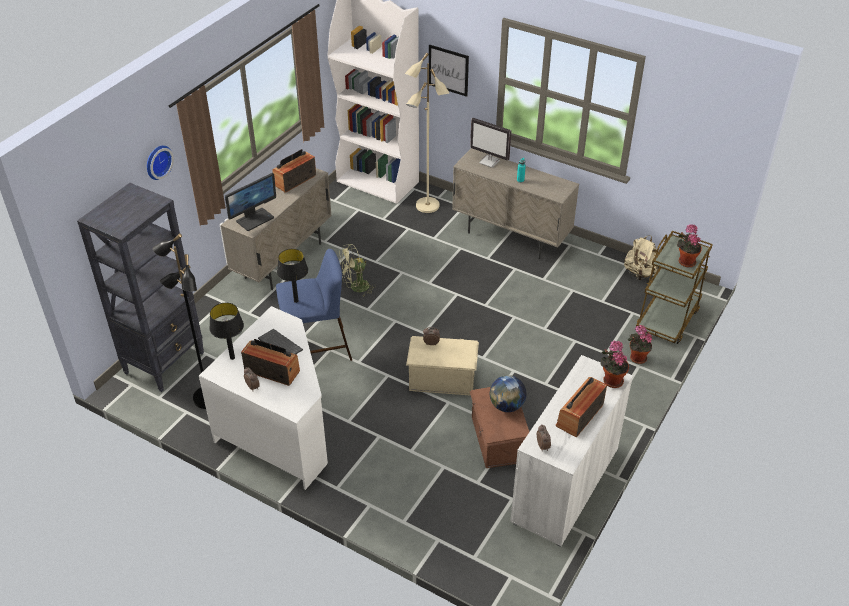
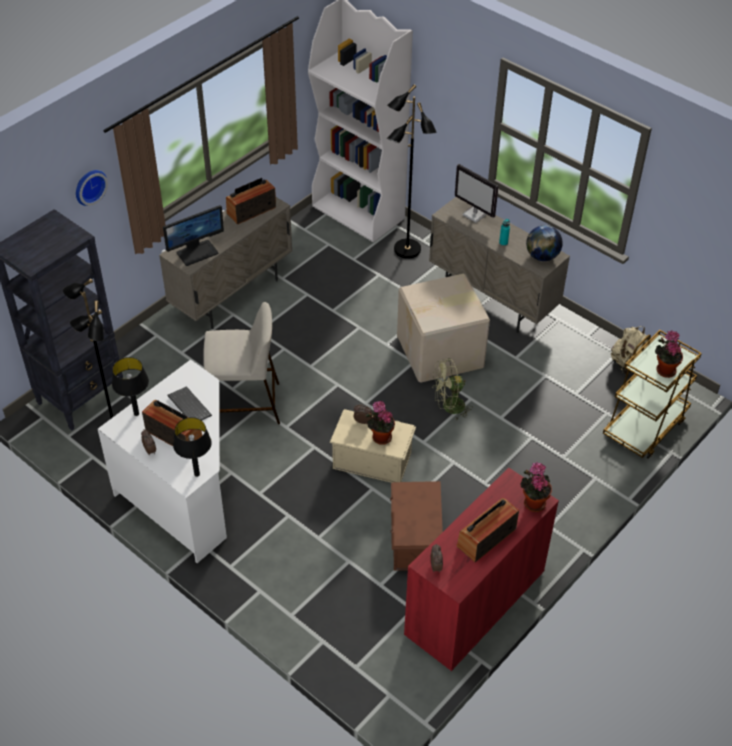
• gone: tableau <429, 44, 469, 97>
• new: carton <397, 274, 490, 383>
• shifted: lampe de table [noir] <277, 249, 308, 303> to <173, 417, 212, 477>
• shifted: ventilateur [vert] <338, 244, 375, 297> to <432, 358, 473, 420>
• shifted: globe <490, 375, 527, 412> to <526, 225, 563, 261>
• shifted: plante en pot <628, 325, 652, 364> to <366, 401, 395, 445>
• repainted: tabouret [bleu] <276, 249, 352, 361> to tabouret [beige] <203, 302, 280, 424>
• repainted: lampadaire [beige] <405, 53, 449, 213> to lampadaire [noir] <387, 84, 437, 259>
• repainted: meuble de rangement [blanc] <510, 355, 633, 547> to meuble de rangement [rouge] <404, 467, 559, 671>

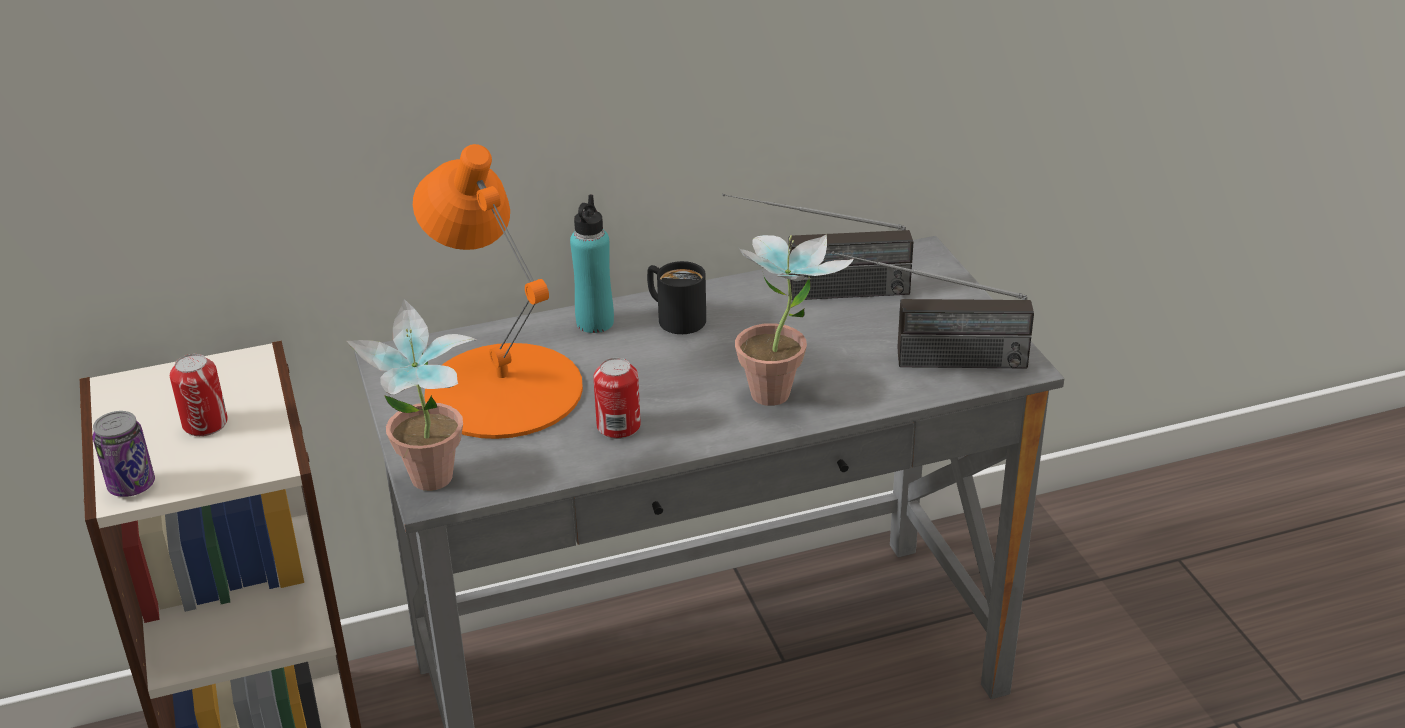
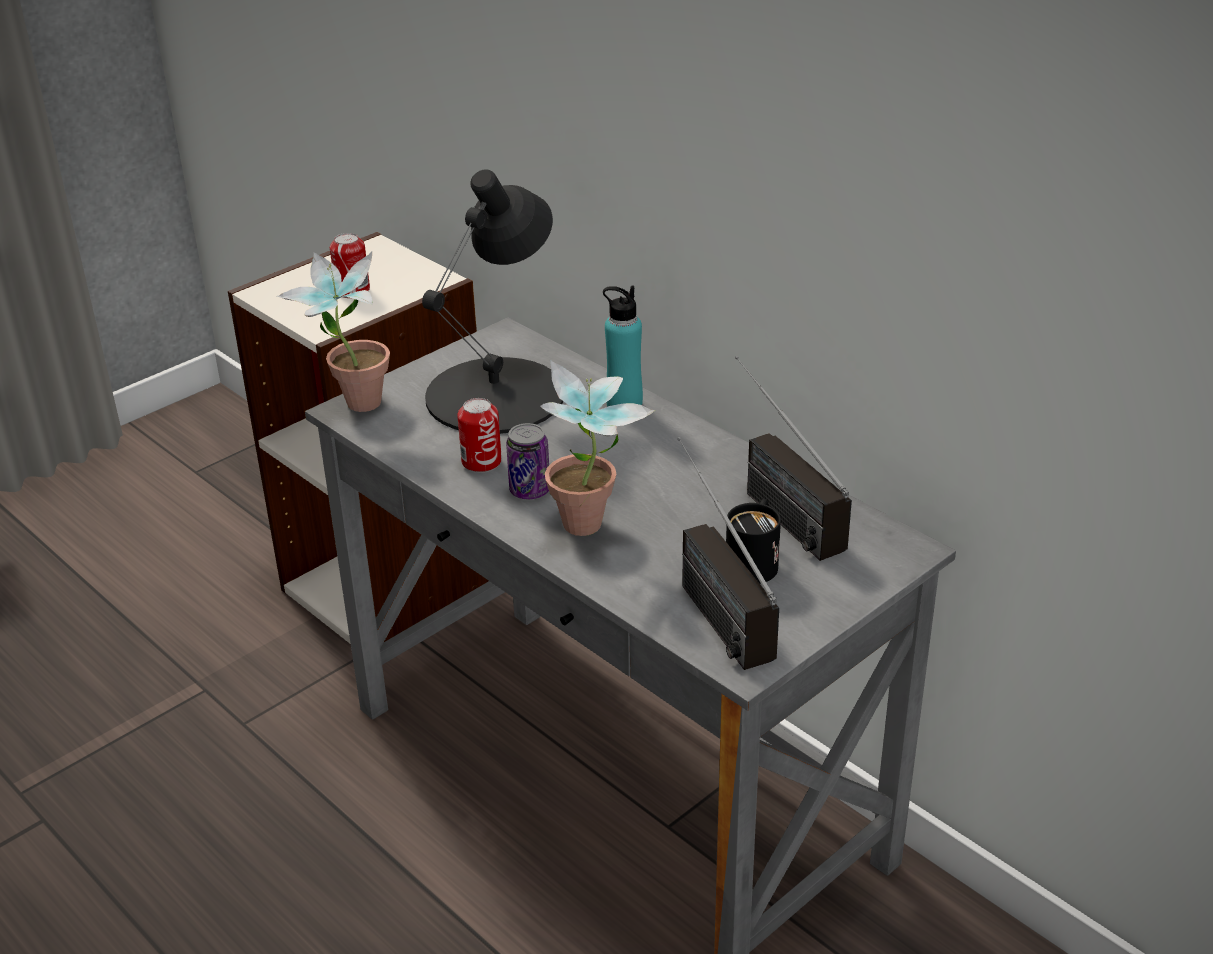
• shifted: boîte métallique <93, 411, 155, 497> to <506, 423, 549, 499>
• shifted: mug [noir] <647, 261, 706, 334> to <726, 499, 781, 584>
• repainted: lampe de table [orange] <413, 144, 583, 439> to lampe de table [noir] <422, 169, 563, 434>

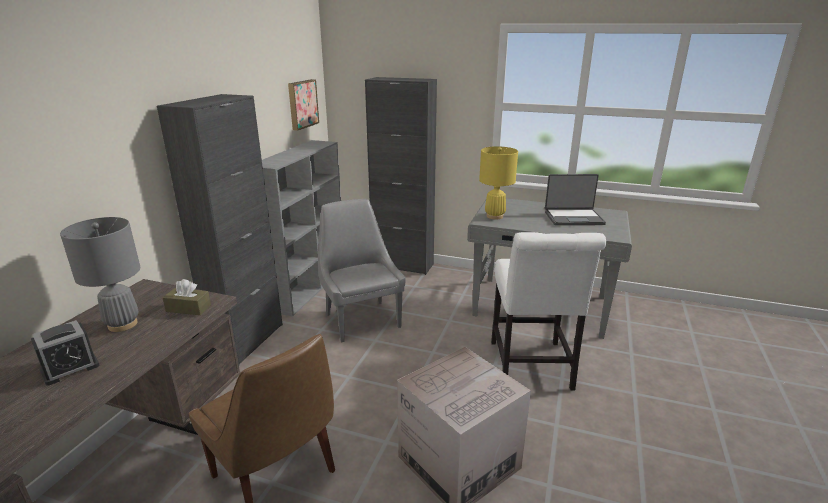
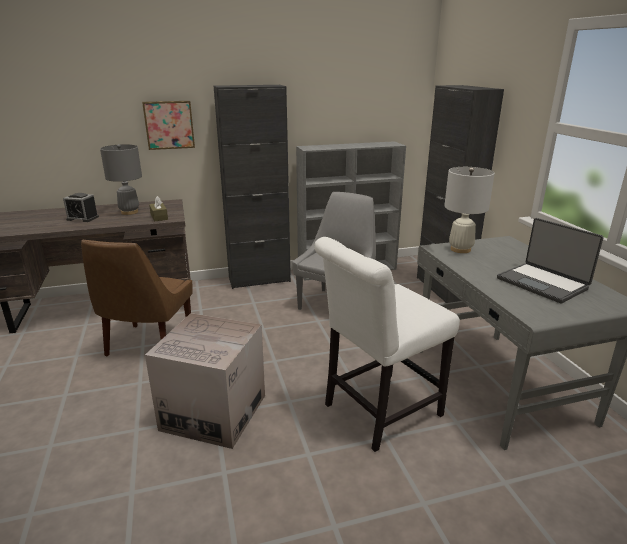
• shifted: tableau <288, 79, 319, 131> to <142, 101, 195, 150>
• repainted: lampe de table [jaune] <479, 146, 518, 220> to lampe de table [blanc] <444, 167, 495, 253>

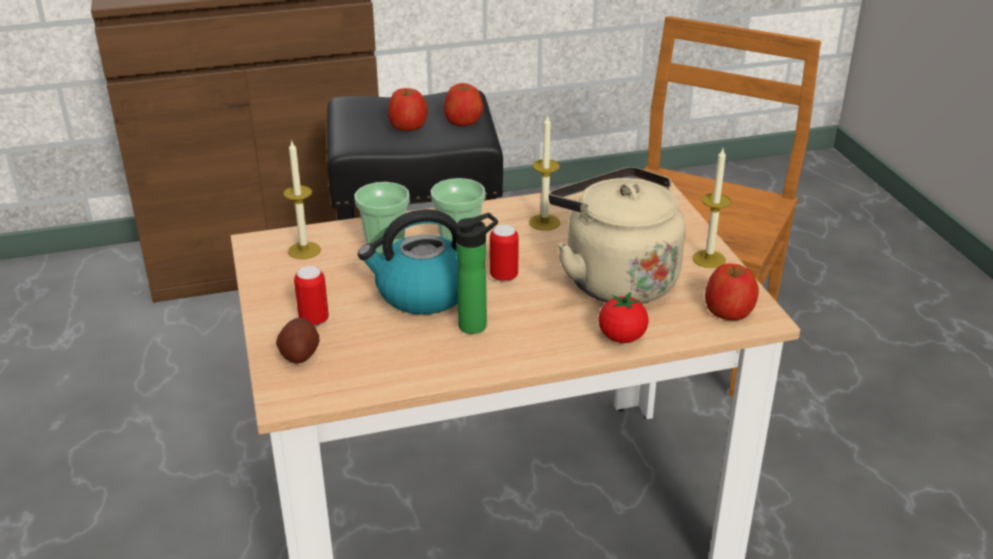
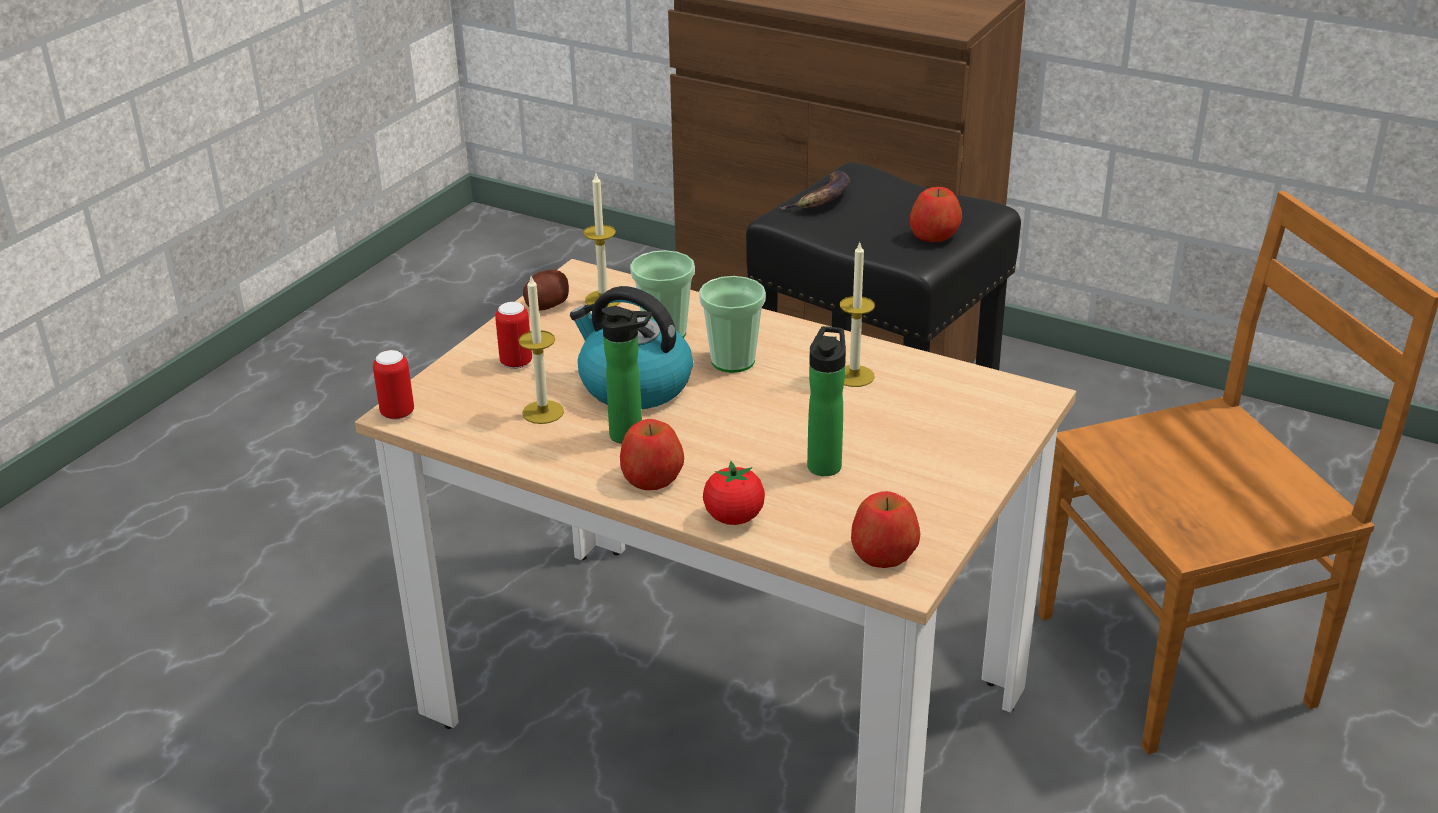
• new: banane <779, 171, 850, 209>
• shifted: pomme de terre <276, 318, 319, 364> to <523, 270, 569, 311>
• shifted: pomme <388, 88, 428, 131> to <620, 419, 684, 490>
• shifted: boîte métallique <490, 225, 519, 282> to <373, 350, 414, 419>
• shifted: bougie <693, 149, 731, 268> to <519, 276, 564, 424>
• swapped: bouilloire [beige] <549, 167, 685, 304> to bouteille <807, 326, 846, 476>

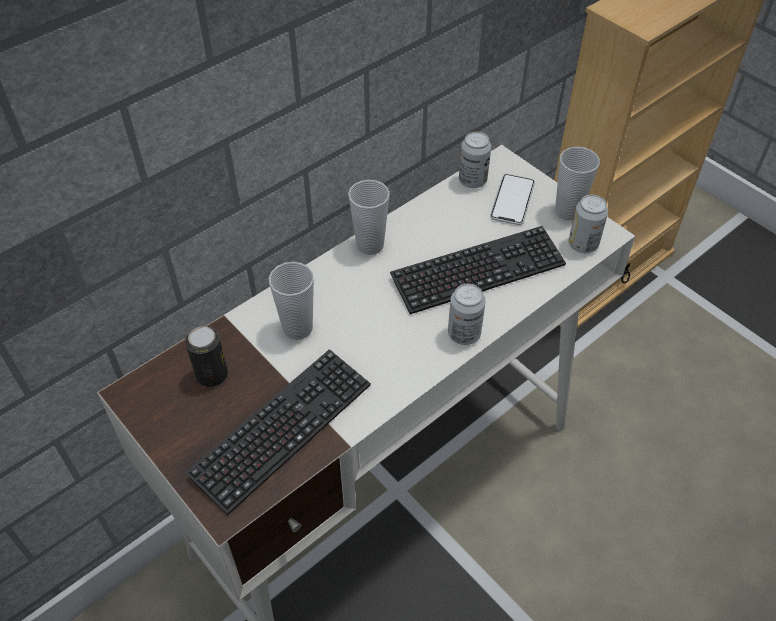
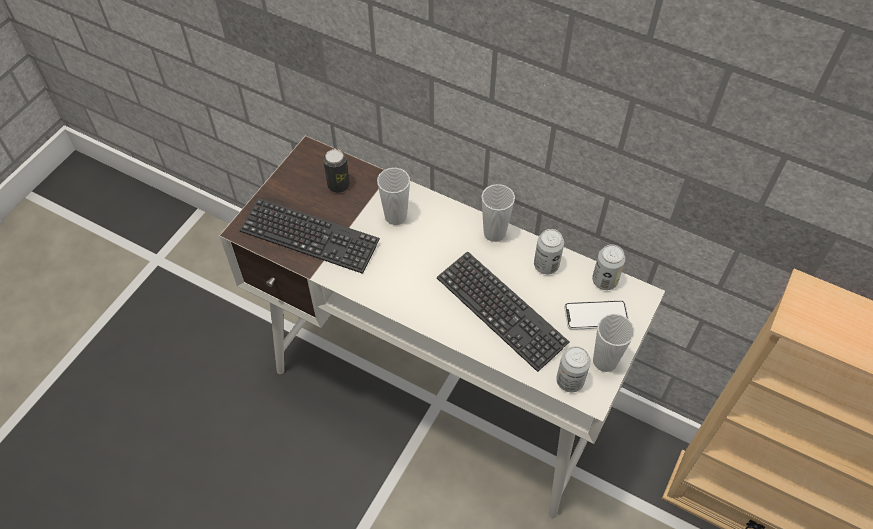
• shifted: boîte métallique <448, 284, 486, 345> to <534, 229, 564, 274>

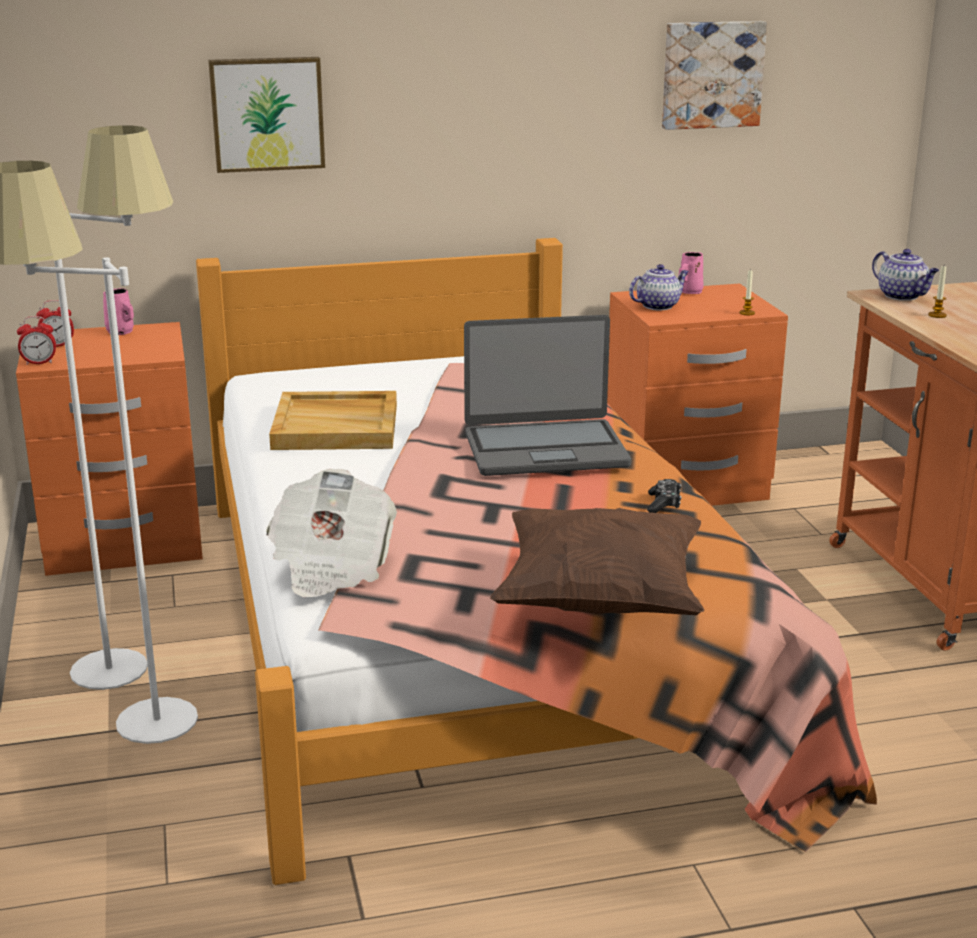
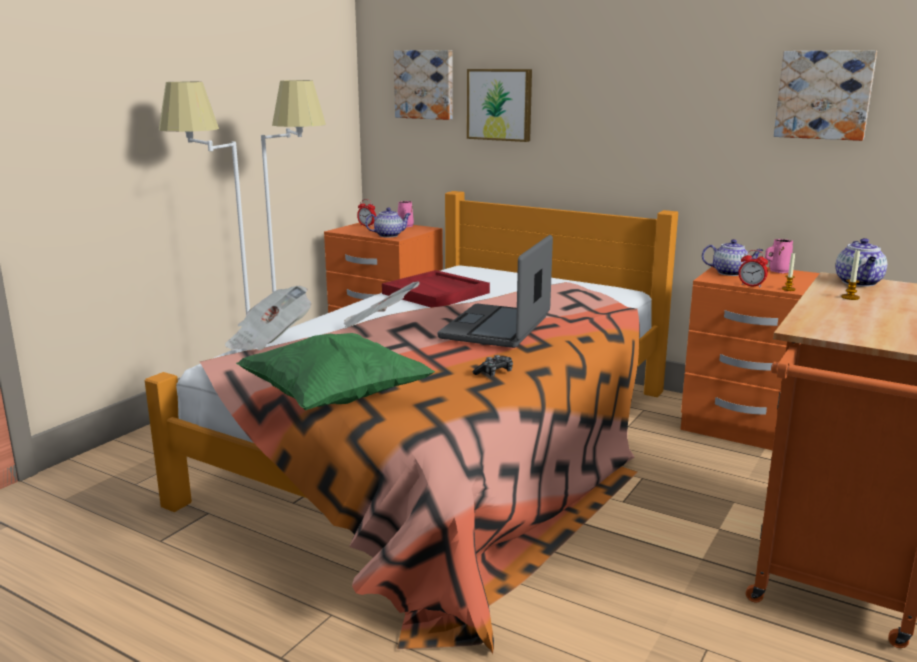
• new: journal <344, 282, 420, 329>
• new: théière <365, 208, 411, 238>
• new: tableau <394, 50, 453, 120>
• shifted: réveil <17, 316, 56, 365> to <738, 250, 768, 287>
• repainted: plateau [beige] <269, 391, 397, 450> to plateau [rouge] <382, 270, 490, 308>
• repainted: coussin [marron] <490, 508, 704, 615> to coussin [vert] <236, 333, 435, 410>
• rotated: ordinateur portable <464, 315, 631, 476> = <438, 235, 553, 348> 75 degrees clockwise

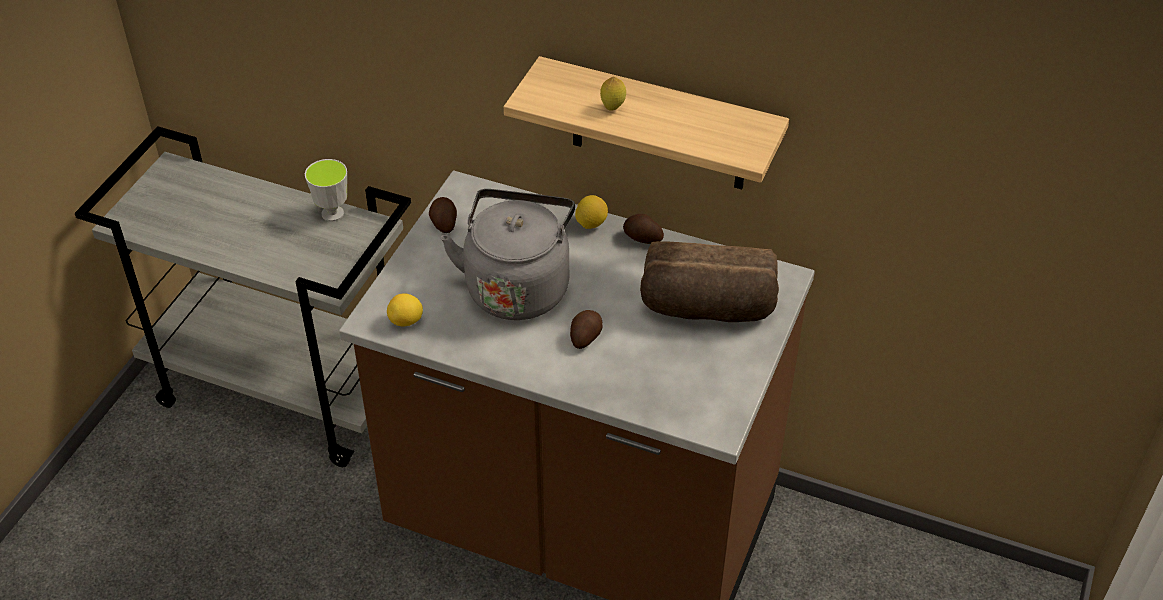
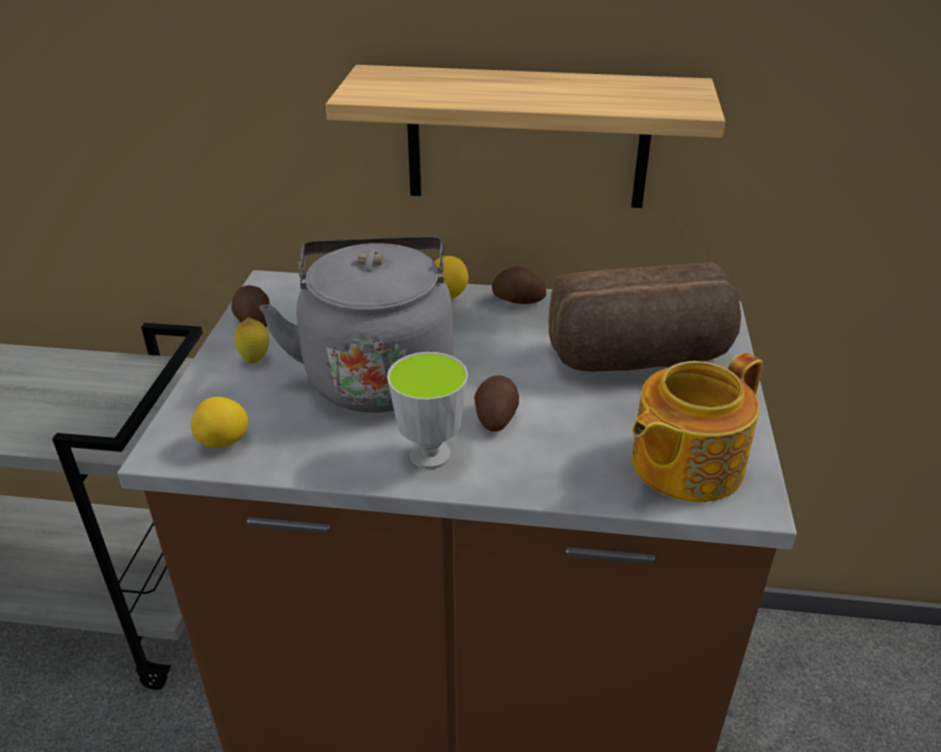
• new: théière <632, 352, 763, 502>
• shifted: tasse <305, 159, 347, 222> to <387, 352, 468, 469>
• shifted: citron <600, 76, 626, 110> to <234, 317, 269, 363>

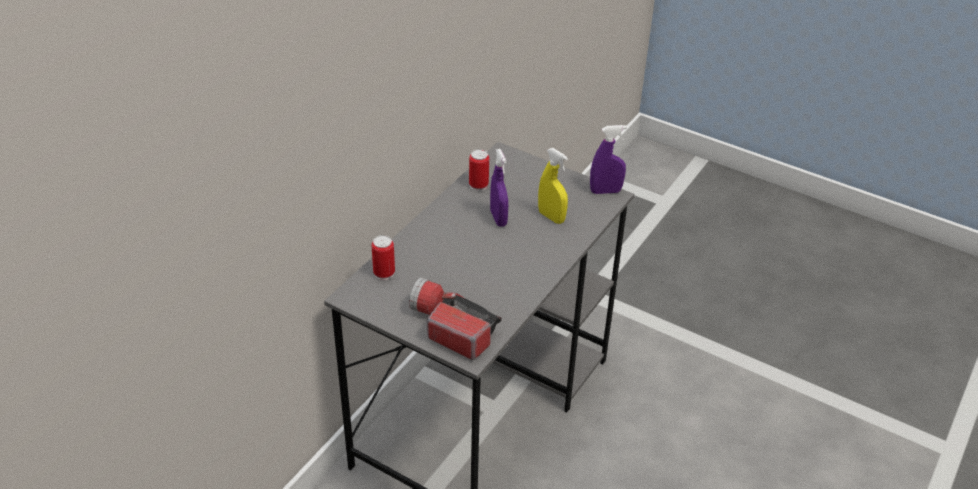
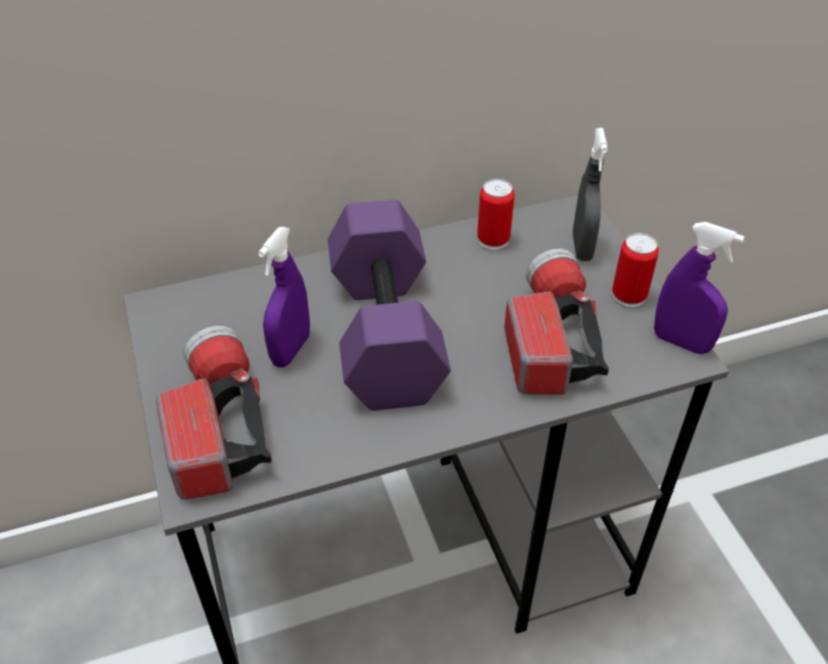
• new: haltère [violet] <328, 200, 451, 411>
• new: vaporisateur [gris] <573, 128, 607, 261>
• shifted: boîte métallique <371, 235, 395, 280> to <612, 233, 659, 307>
• shifted: vaporisateur [violet] <490, 149, 508, 227> to <258, 227, 310, 367>
• swapped: vaporisateur [jaune] <538, 148, 568, 224> to lampe de poche <504, 249, 609, 395>

